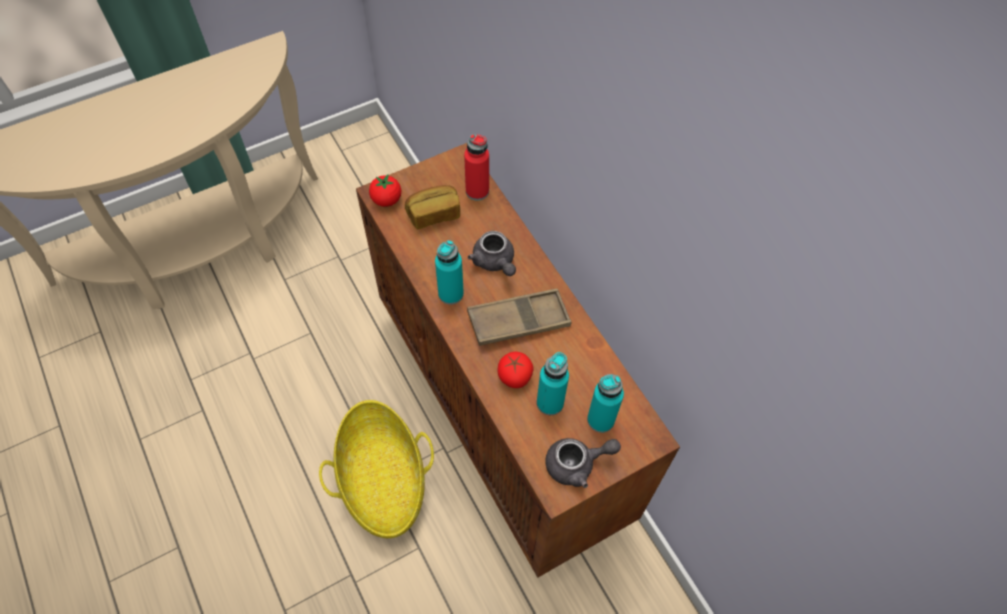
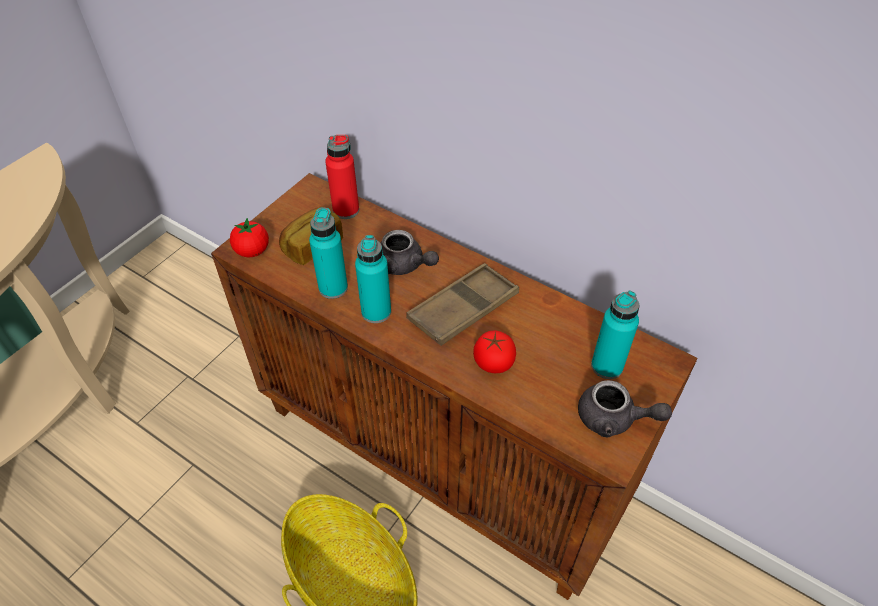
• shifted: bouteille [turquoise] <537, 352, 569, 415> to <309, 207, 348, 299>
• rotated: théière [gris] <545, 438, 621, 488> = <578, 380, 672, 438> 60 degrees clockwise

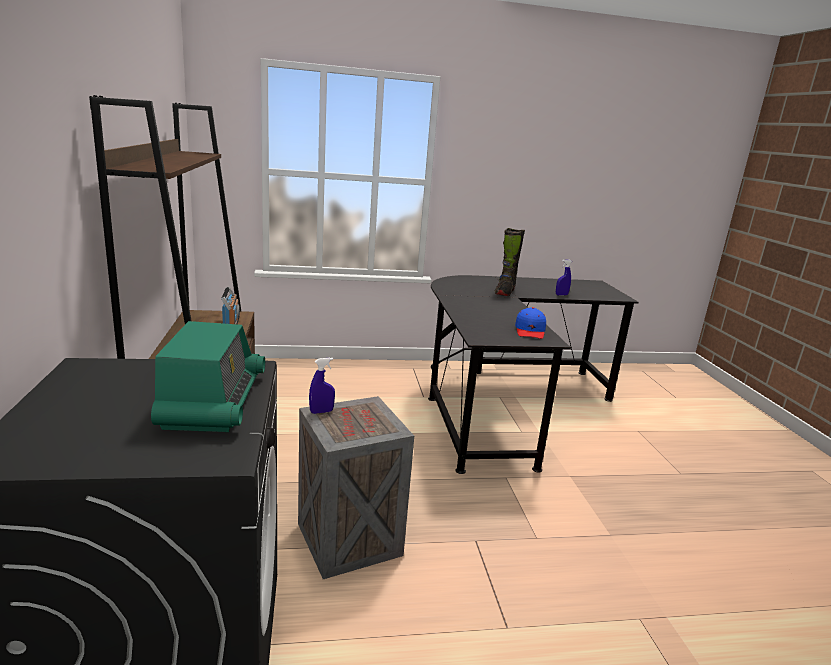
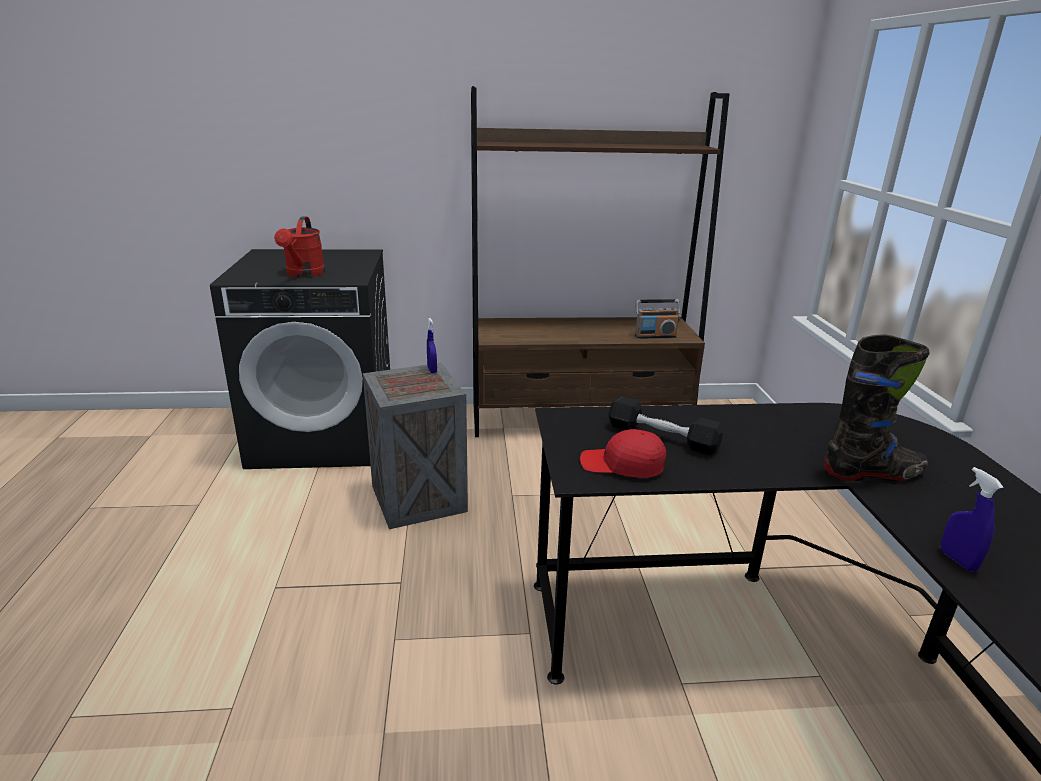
• new: haltère [noir] <608, 396, 723, 455>
• swapped: radio <151, 321, 265, 432> to arrosoir [rouge] <274, 217, 325, 278>
• repainted: casquette [bleu] <515, 307, 546, 339> to casquette [rouge] <580, 429, 666, 478>
• rotated: botte [noir] <495, 228, 525, 296> = <824, 334, 930, 482> 150 degrees clockwise

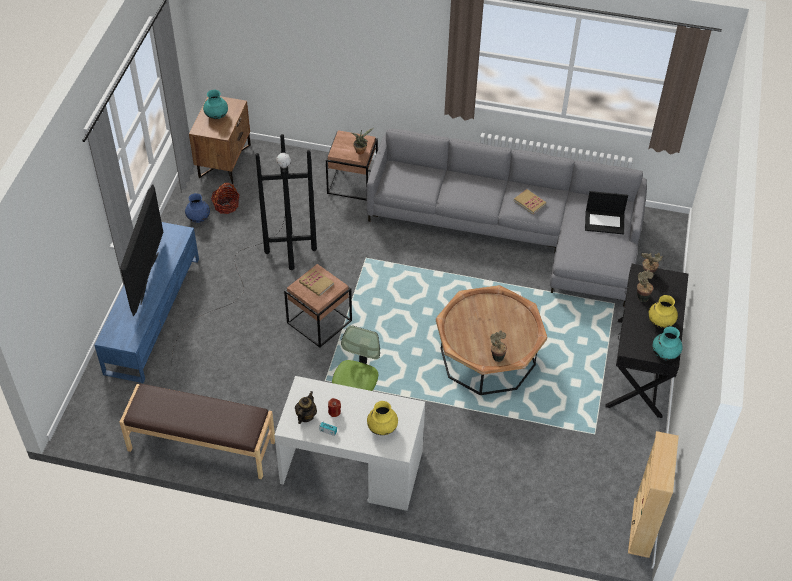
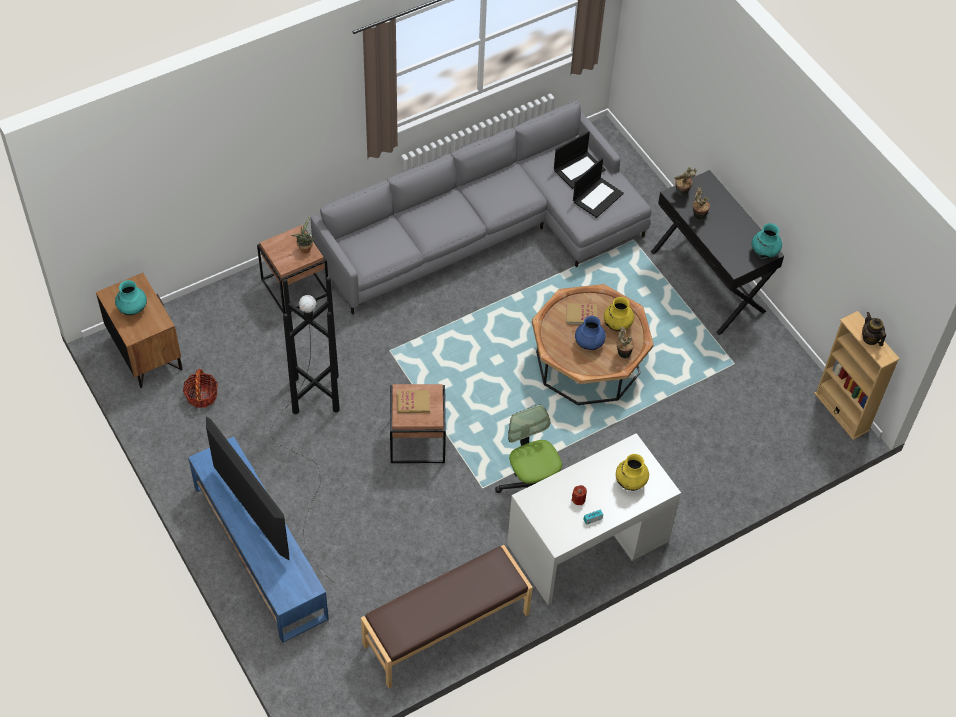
• new: ordinateur portable <573, 158, 624, 218>
• shifted: vase [bleu] <185, 193, 210, 223> to <575, 316, 606, 350>
• shifted: théière <295, 391, 317, 424> to <862, 312, 886, 346>
• shifted: livre <514, 189, 546, 214> to <566, 303, 597, 325>
• shifted: vase [jaune] <648, 295, 678, 328> to <604, 297, 634, 331>

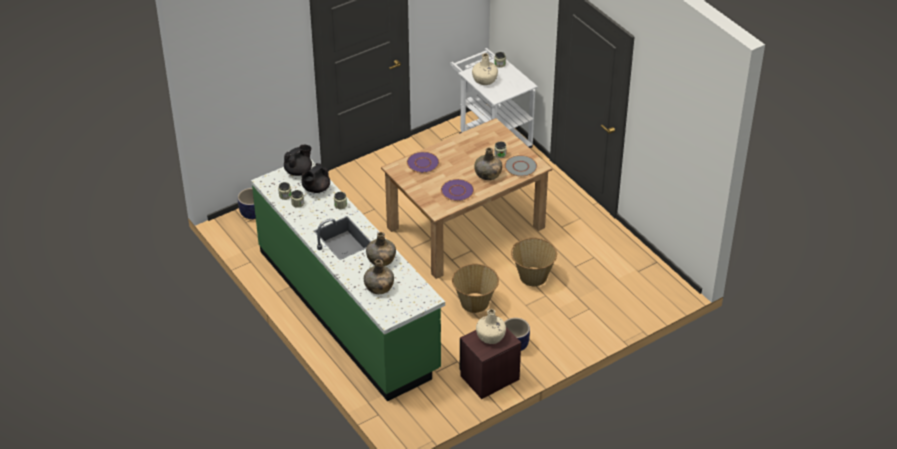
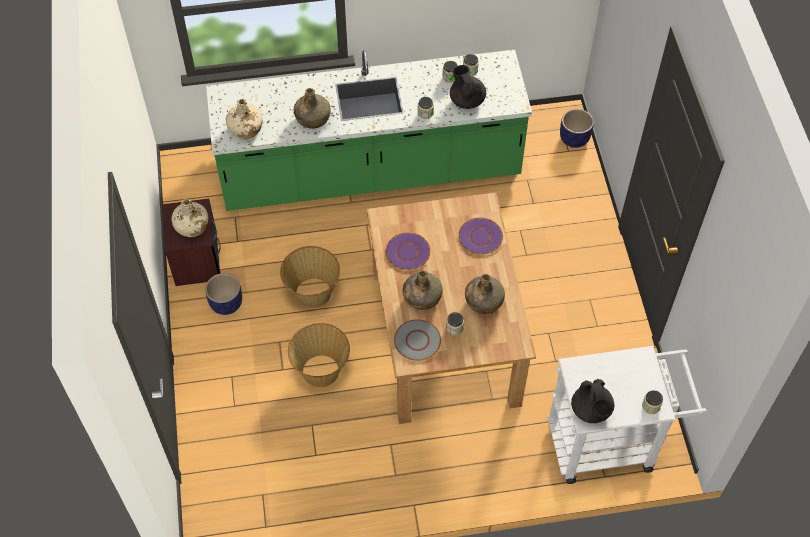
• shifted: théière [noir] <284, 145, 312, 176> to <571, 379, 614, 423>
• shifted: bouteille [vert] <364, 259, 394, 294> to <465, 274, 505, 314>
• shifted: bouteille [beige] <472, 53, 498, 85> to <226, 98, 263, 139>

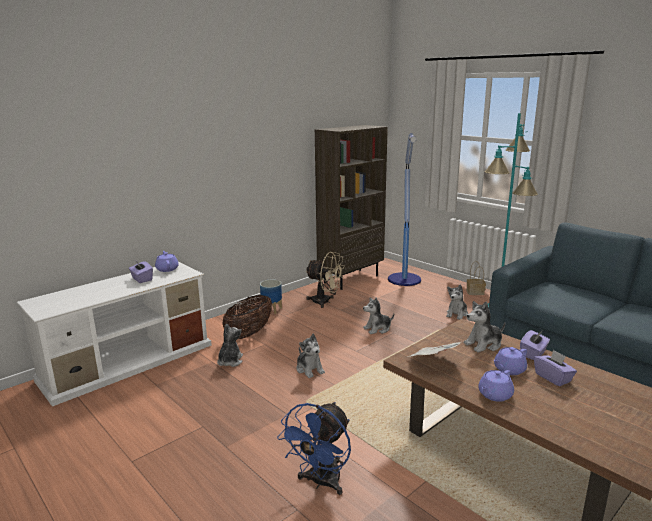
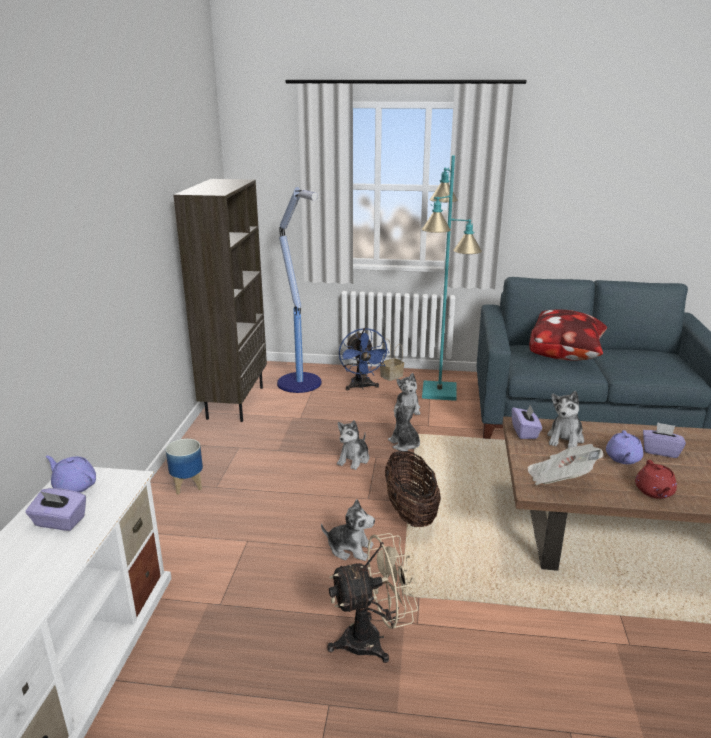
• new: coussin <529, 309, 607, 360>
• shifted: peluche <217, 323, 243, 367> to <388, 402, 420, 451>
• shifted: panier <222, 295, 272, 339> to <385, 450, 441, 527>
• shifted: ventilateur [bleu] <277, 402, 351, 495> to <339, 328, 389, 390>
• shifted: ventilateur [beige] <306, 252, 344, 308> to <327, 533, 418, 663>
• shifted: boîte à mouchoirs [violet] <520, 330, 550, 360> to <512, 404, 542, 439>
• repainted: théière [violet] <478, 370, 514, 402> to théière [rouge] <635, 460, 677, 499>

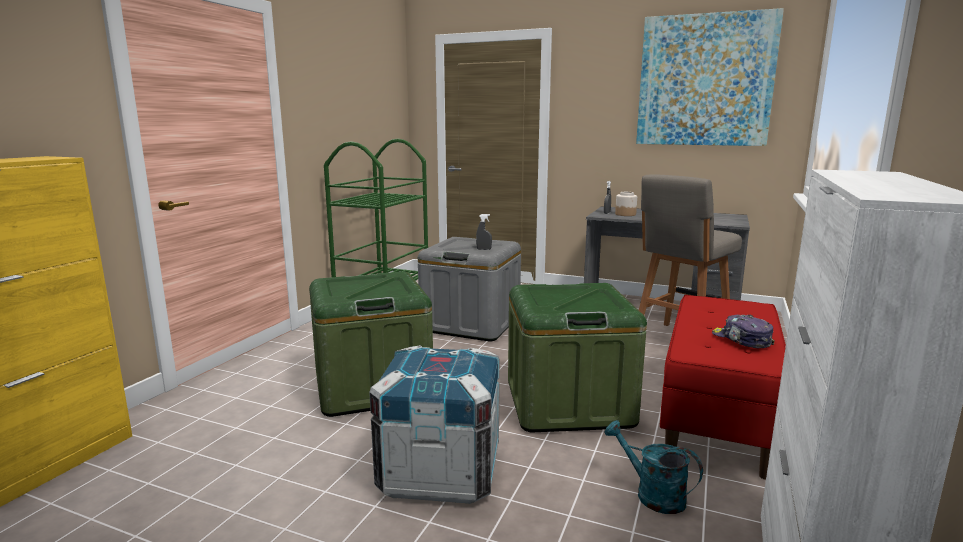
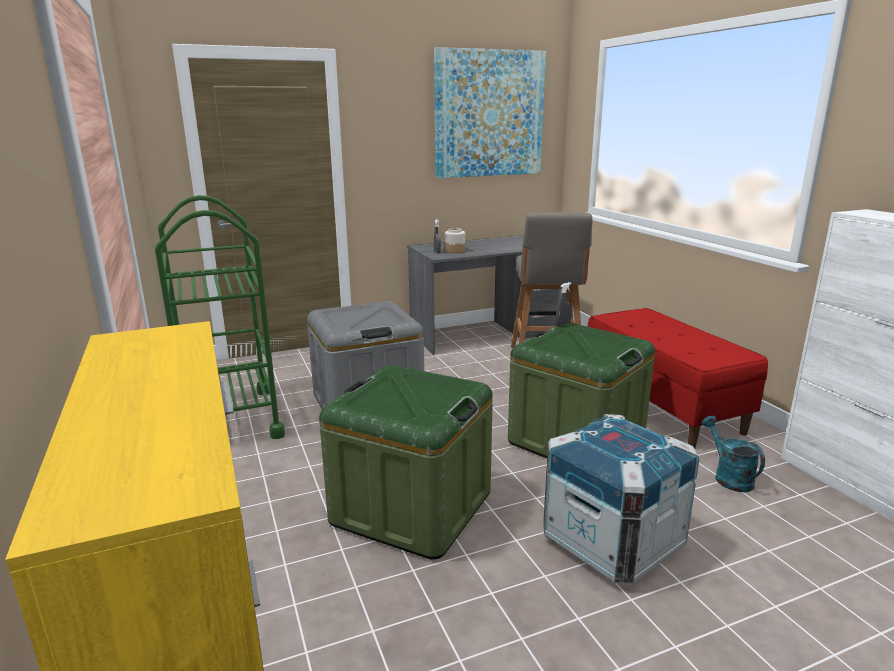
• gone: casquette <712, 315, 775, 348>
• shifted: vaporisateur [gris] <476, 214, 492, 250> to <556, 282, 572, 327>
• rotated: arrosoir [turquoise] <604, 420, 703, 514> = <702, 416, 765, 492> 75 degrees clockwise

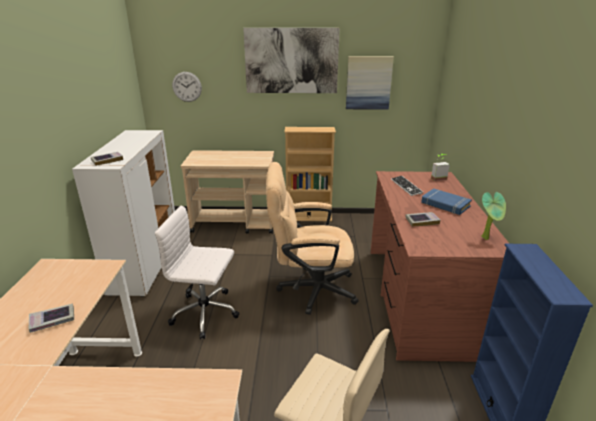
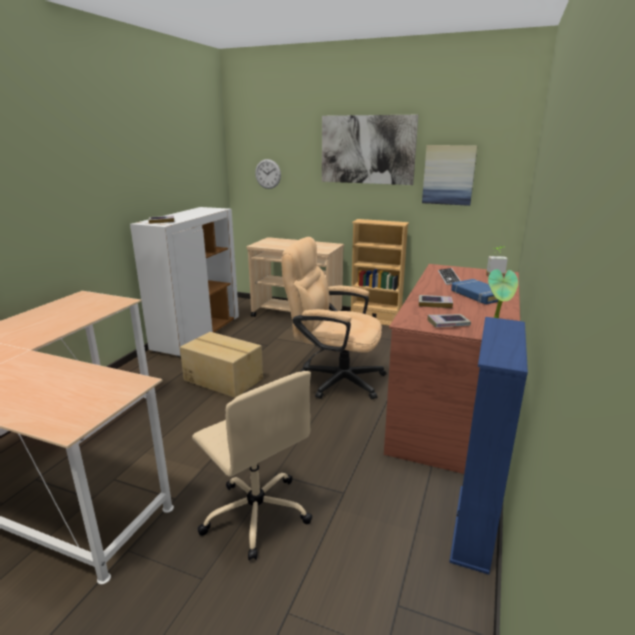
• shifted: livre <29, 304, 74, 333> to <428, 314, 471, 327>
• swapped: chaise de bureau [blanc] <155, 205, 240, 339> to carton <180, 332, 263, 398>

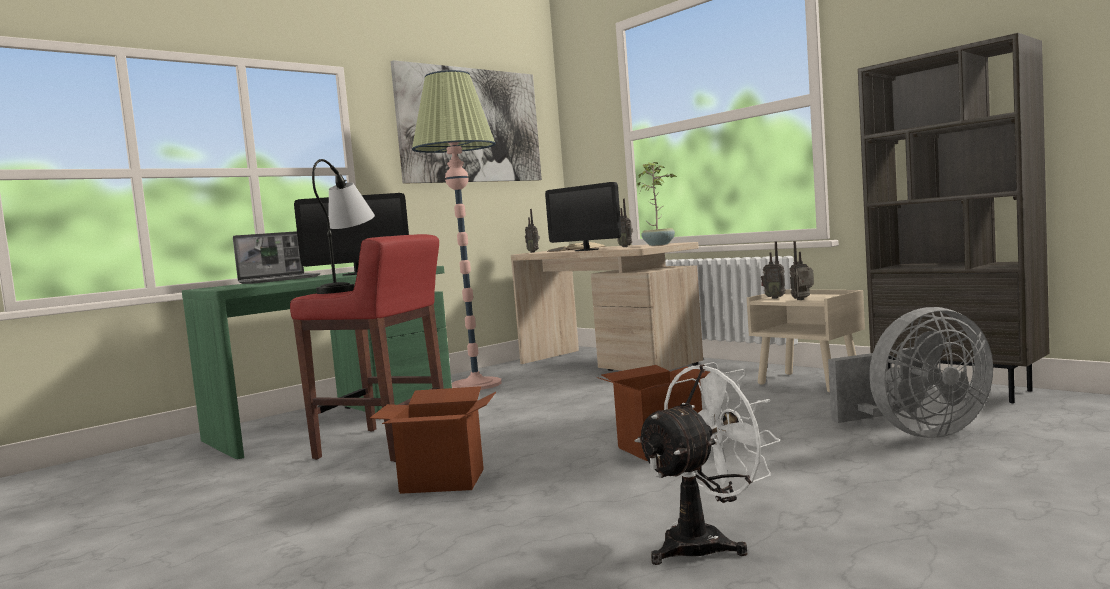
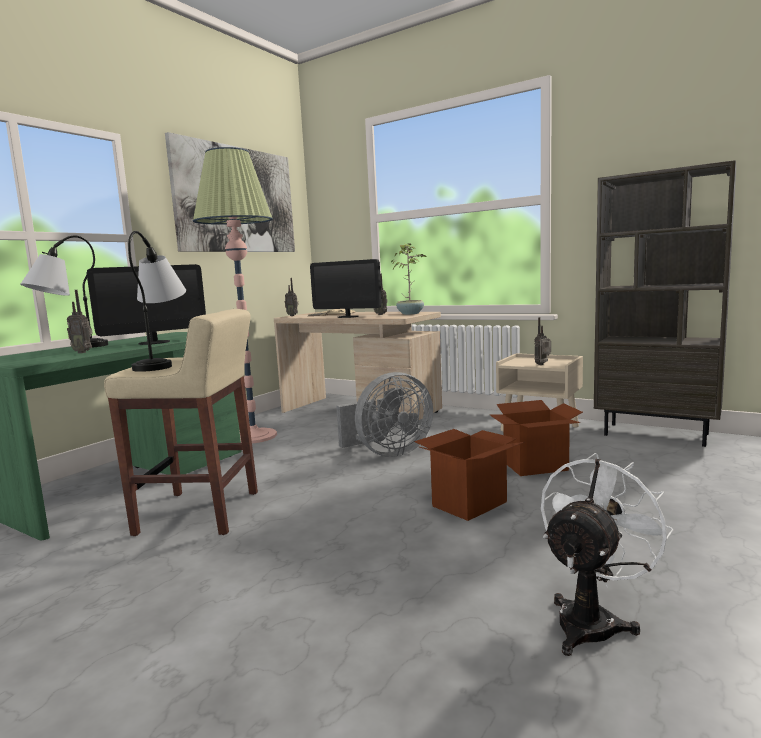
• shifted: carton <369, 386, 496, 494> to <489, 400, 583, 476>
• shifted: radio <761, 241, 786, 299> to <67, 290, 93, 353>
• shifted: ventilateur [gris] <828, 307, 993, 438> to <336, 372, 433, 457>
• swapped: ordinateur portable <233, 231, 320, 284> to lampe de table <20, 235, 108, 348>
• repainted: tabouret [rouge] <290, 234, 444, 462> to tabouret [beige] <104, 309, 258, 536>

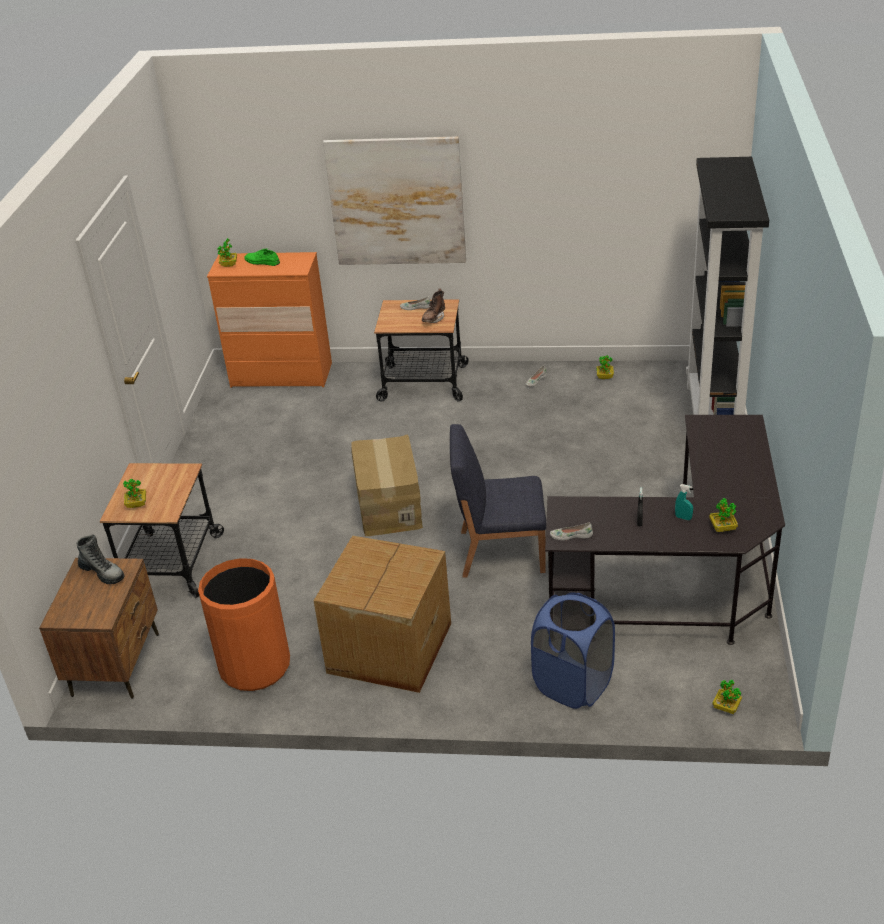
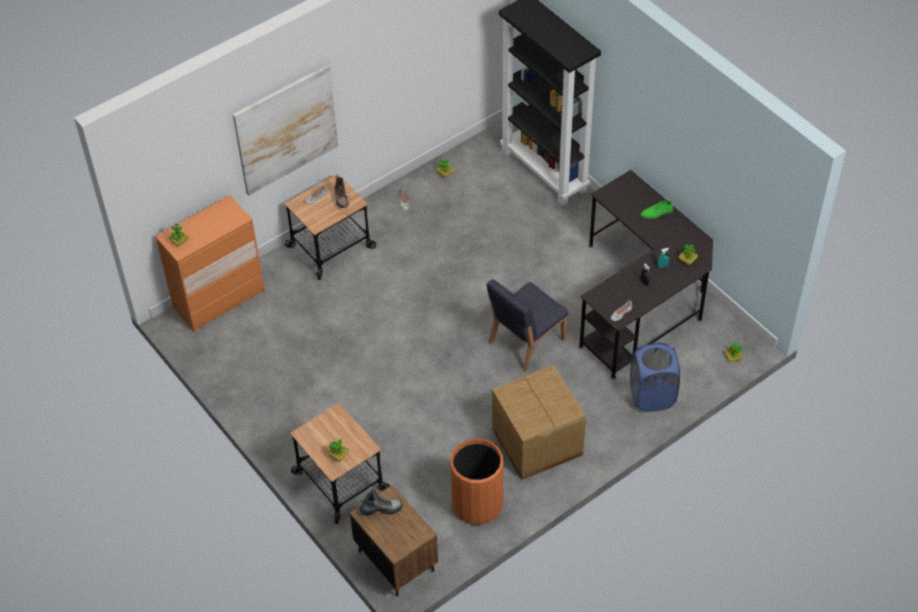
• gone: carton <351, 434, 423, 536>
• shifted: chaussure [vert] <244, 248, 280, 266> to <641, 201, 674, 219>

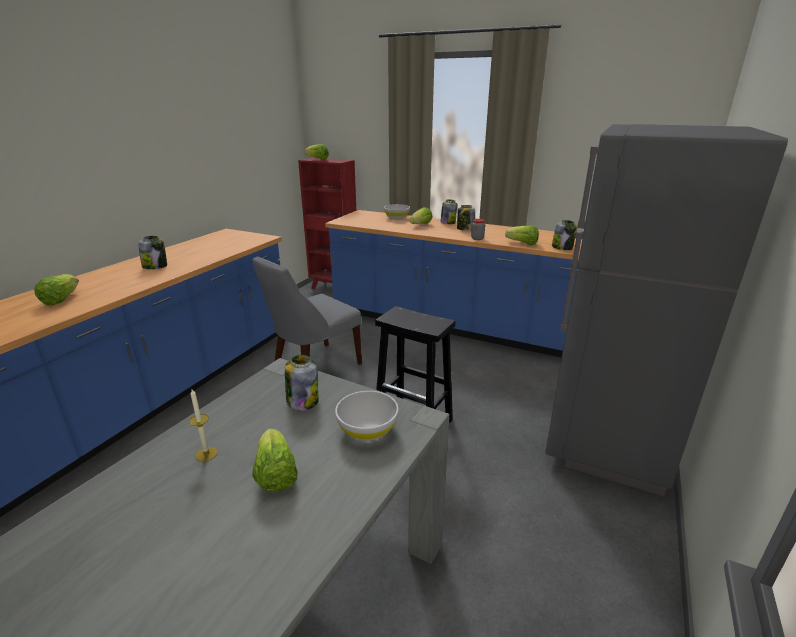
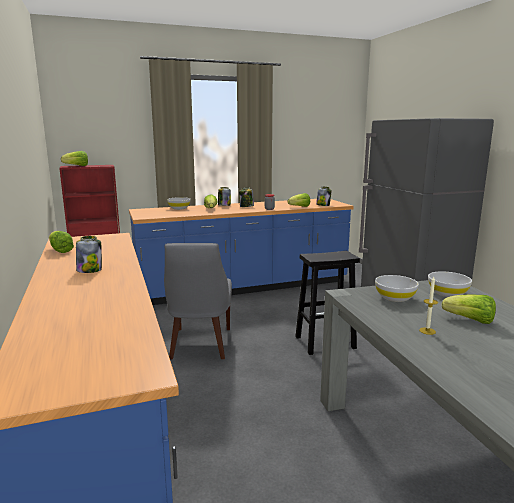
• shifted: laitue <34, 274, 79, 306> to <49, 231, 74, 253>
• swapped: bocal <285, 355, 319, 411> to bol [blanc] <375, 275, 419, 302>

